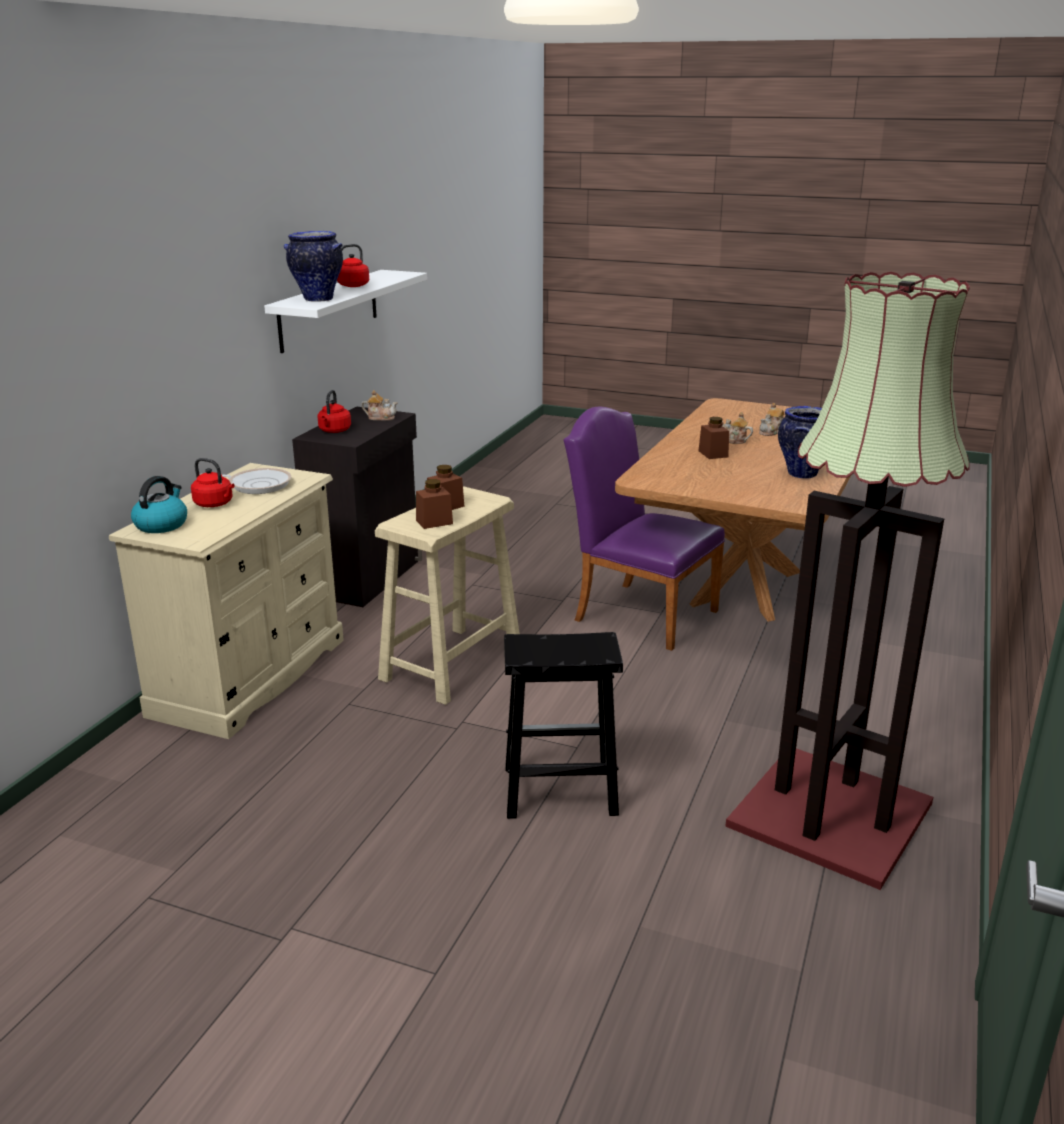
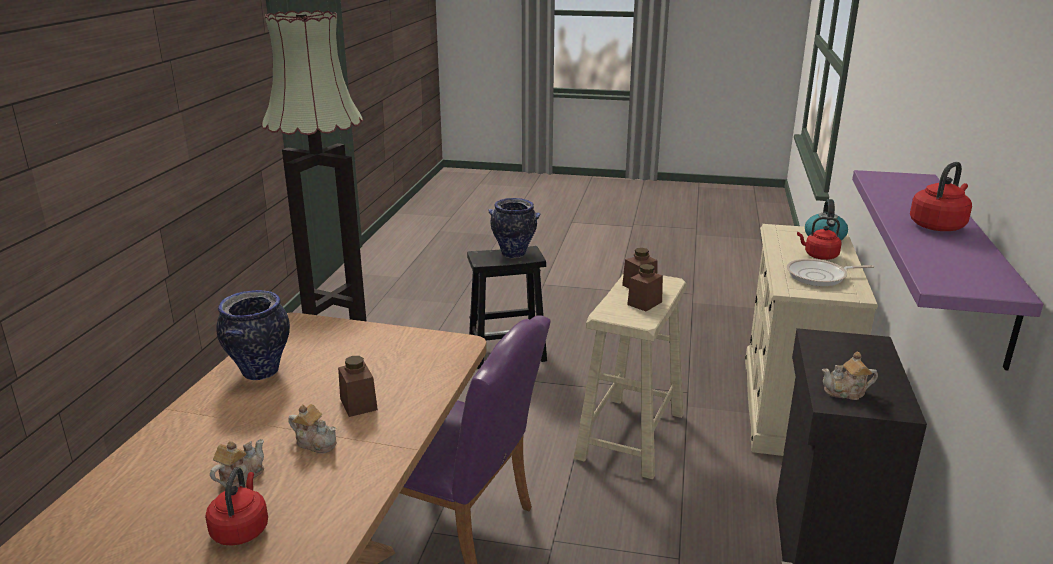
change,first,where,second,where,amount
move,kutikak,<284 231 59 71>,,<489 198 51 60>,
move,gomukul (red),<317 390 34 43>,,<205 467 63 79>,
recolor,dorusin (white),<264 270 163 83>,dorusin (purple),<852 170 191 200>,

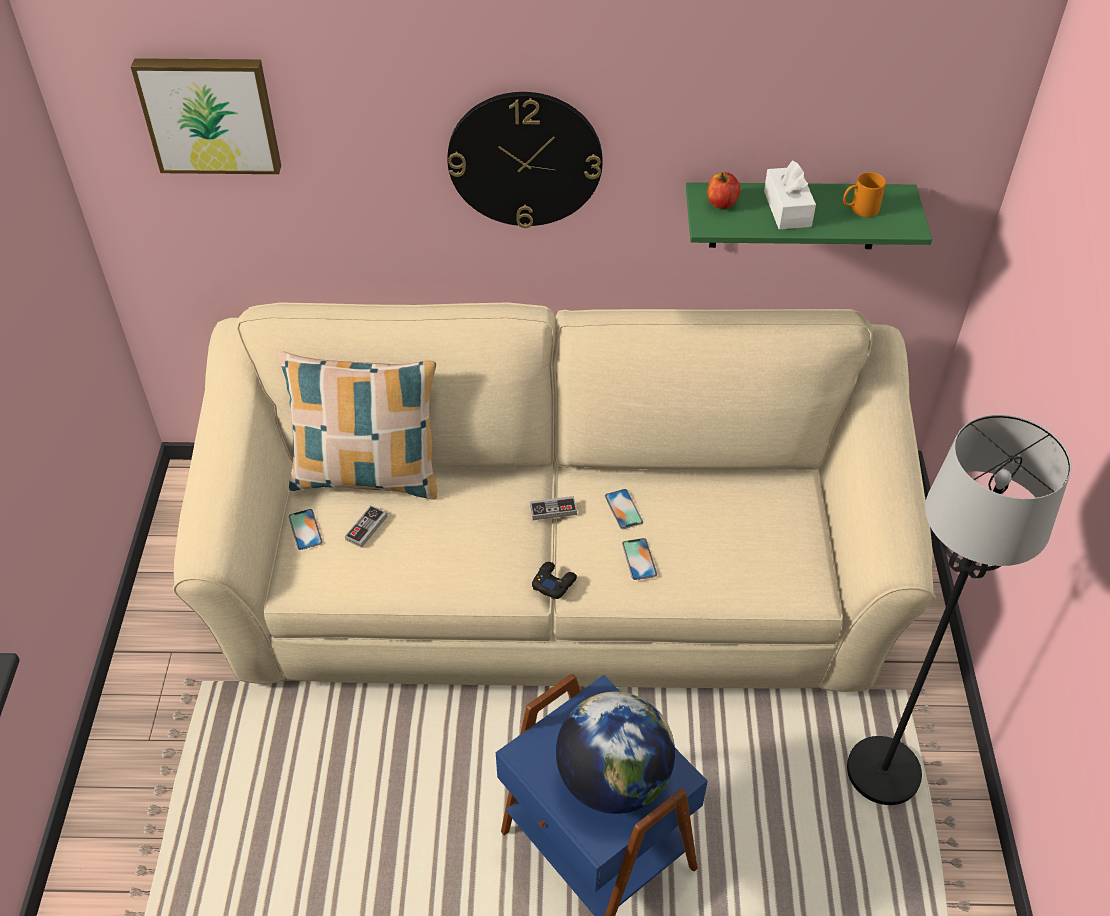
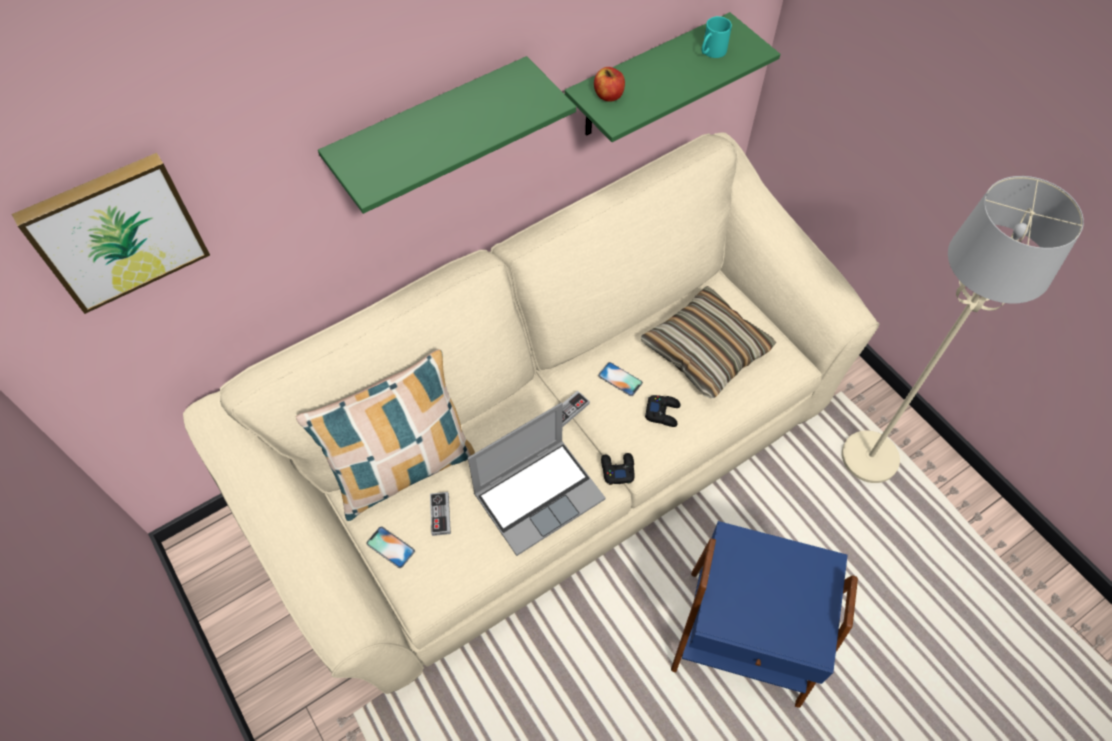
change,first,where,second,where,amount
delete,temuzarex,<556 692 119 122>,,,
delete,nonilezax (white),<764 160 52 69>,,,
insert,,,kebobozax,<468 403 138 153>,
insert,,,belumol,<641 286 135 112>,
replace,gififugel,<447 92 156 136>,dorusin (green),<318 56 258 158>,
replace,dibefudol,<622 538 35 42>,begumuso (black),<645 395 35 32>,
recolor,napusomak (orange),<843 172 43 45>,napusomak (turquoise),<702 16 30 42>,
recolor,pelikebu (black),<847 414 224 391>,pelikebu (beige),<842 176 242 307>,

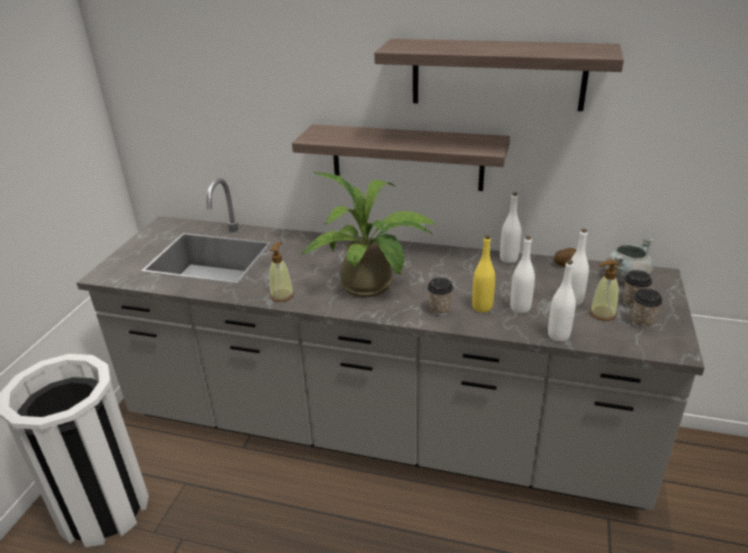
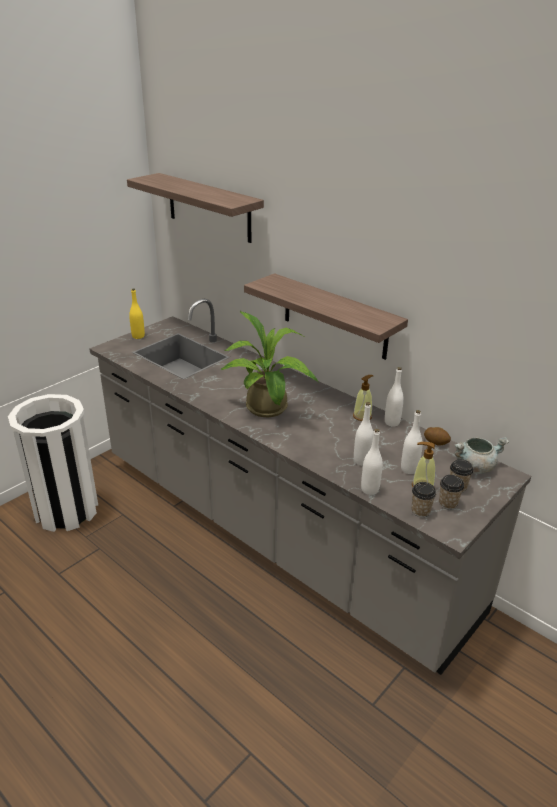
change,first,where,second,where,amount
move,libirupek,<269 242 25 60>,,<353 375 20 46>,
move,dorusin,<374 39 250 72>,,<127 173 137 70>,
move,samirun,<427 277 26 39>,,<412 482 24 35>,
move,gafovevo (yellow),<472 235 23 78>,,<129 288 16 51>,

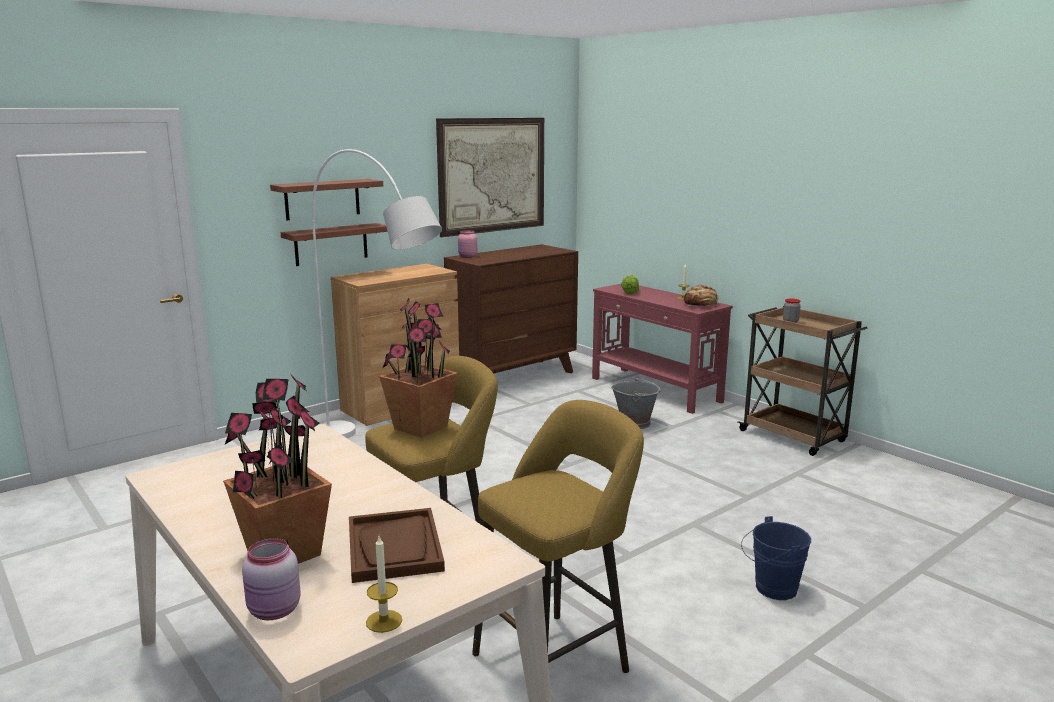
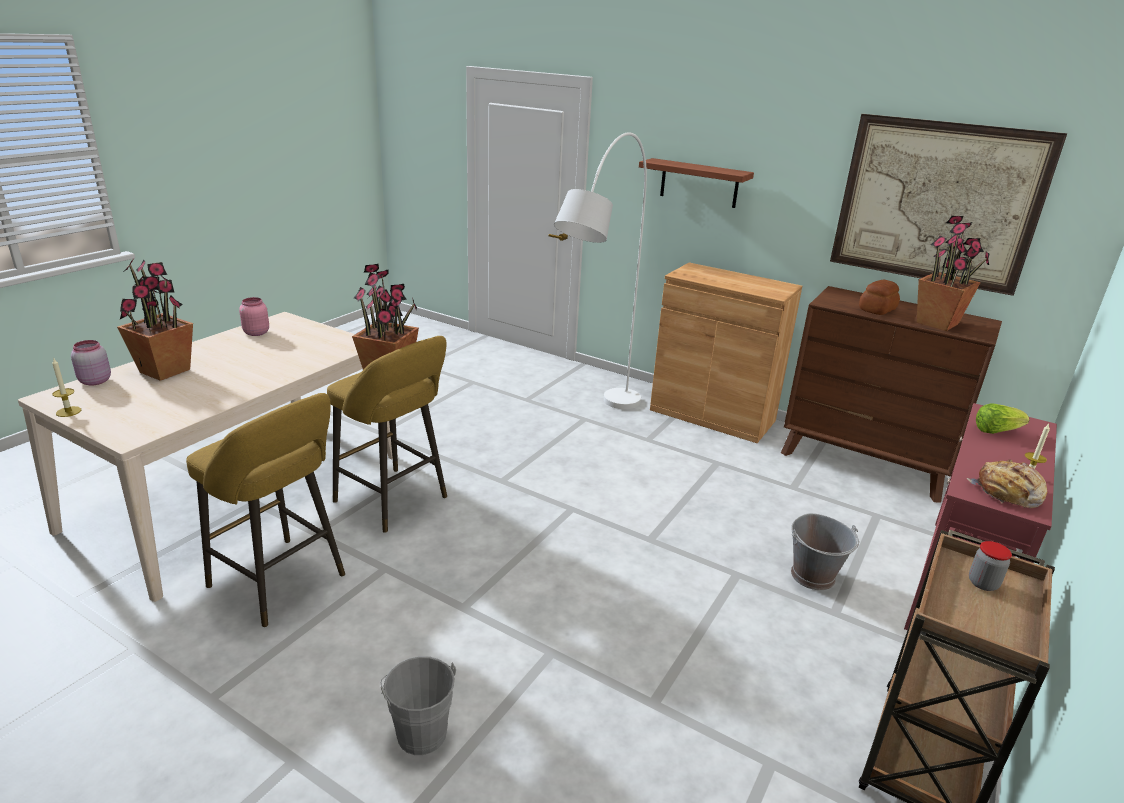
change,first,where,second,where,amount
delete,dorusin,<281 223 107 43>,,,
delete,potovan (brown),<349 508 96 75>,,,
insert,,,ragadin,<859 280 41 35>,
insert,,,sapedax,<917 216 72 115>,
move,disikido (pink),<458 230 19 28>,,<239 297 30 39>,
recolor,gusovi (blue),<741 516 70 84>,gusovi (grey),<381 656 75 99>,

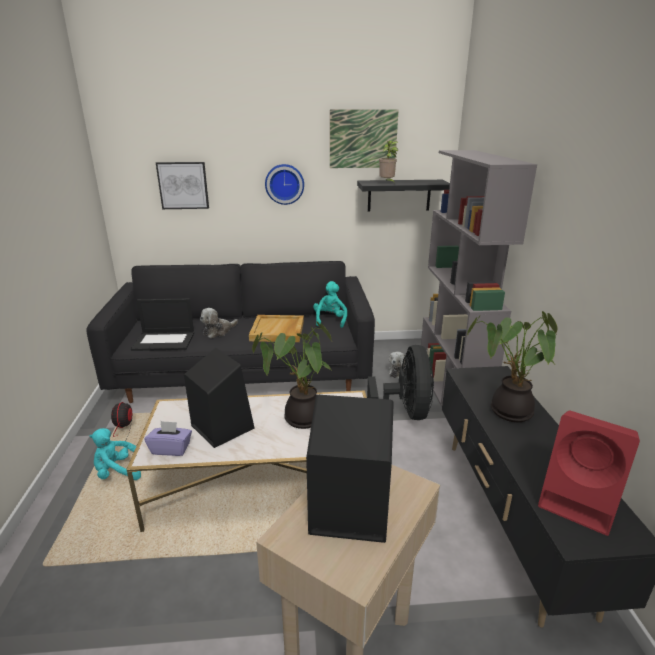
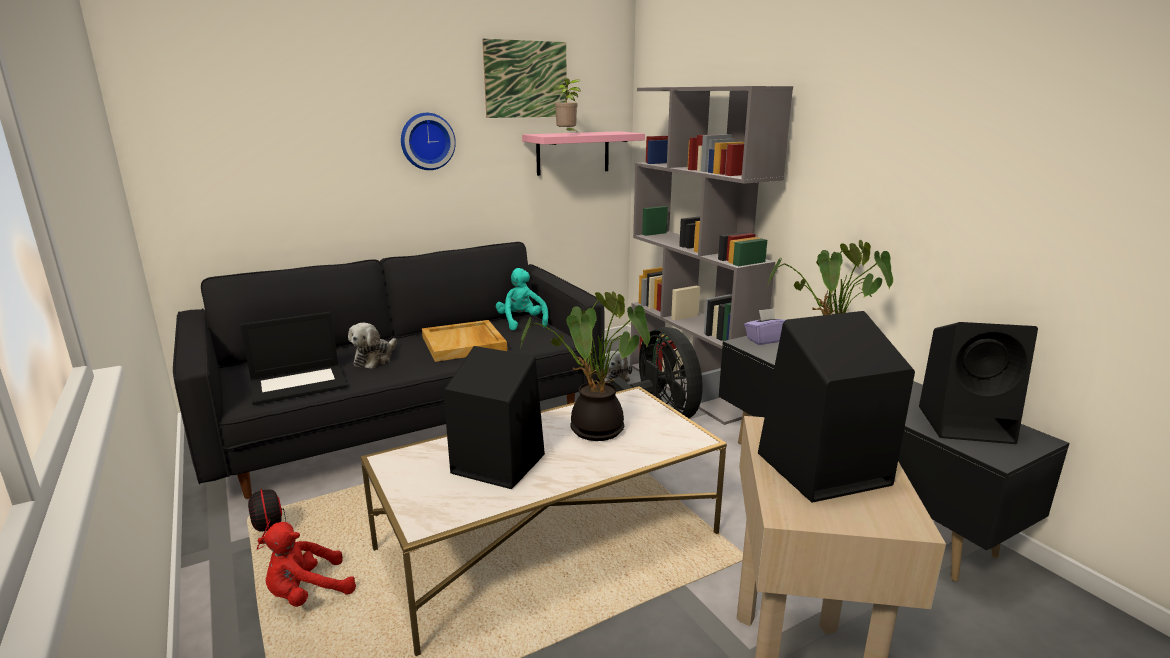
change,first,where,second,where,amount
delete,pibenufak,<156 162 53 47>,,,
move,nonilezax (purple),<144 421 48 35>,,<744 308 41 37>,
recolor,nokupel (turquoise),<90 428 51 52>,nokupel (red),<258 522 98 85>,
recolor,dorusin (black),<357 180 93 32>,dorusin (pink),<522 131 123 45>,
recolor,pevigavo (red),<538 410 102 126>,pevigavo (black),<919 322 119 122>,

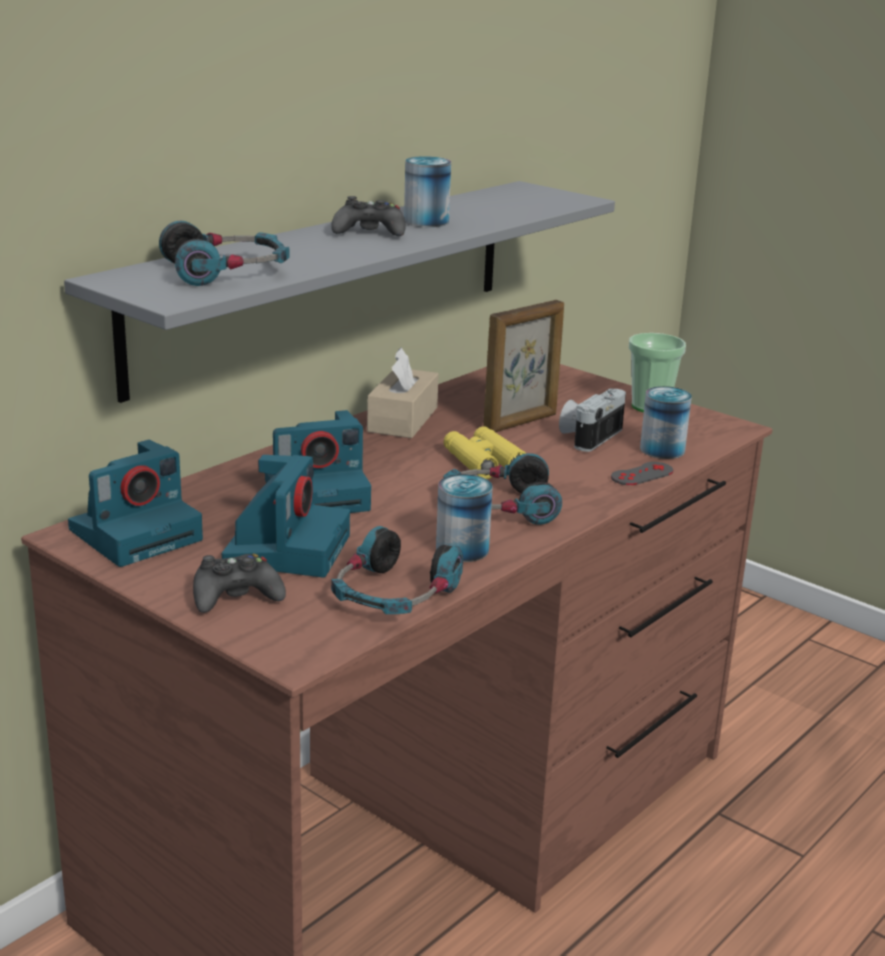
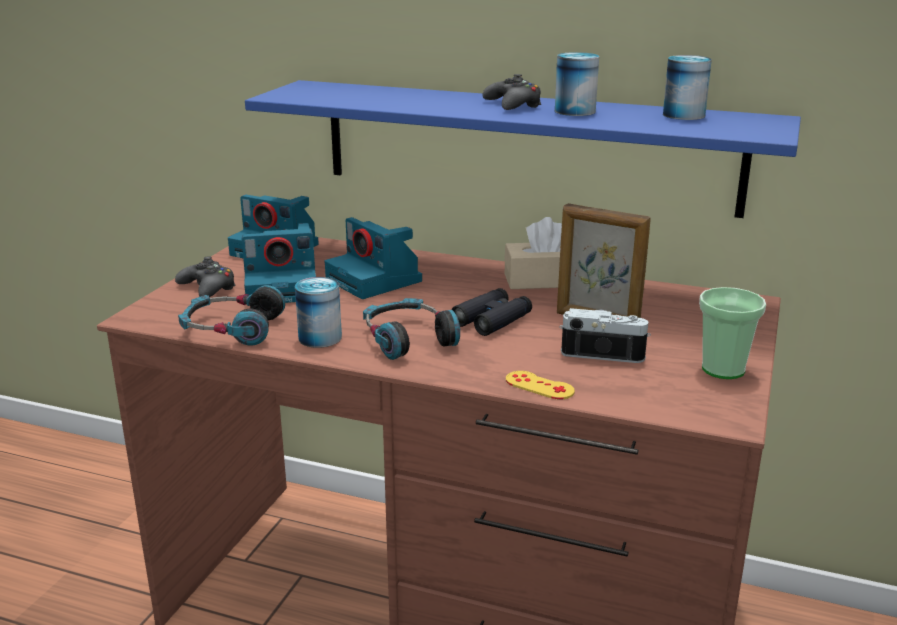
change,first,where,second,where,amount
delete,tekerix,<159 221 130 65>,,,
move,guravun,<640 386 52 73>,,<663 55 49 65>,
recolor,dorusin (grey),<64 181 551 222>,dorusin (blue),<245 80 556 138>,
recolor,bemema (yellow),<444 426 82 53>,bemema (black),<451 288 81 48>,
recolor,begumuso (grey),<611 462 62 23>,begumuso (yellow),<506 371 69 29>,

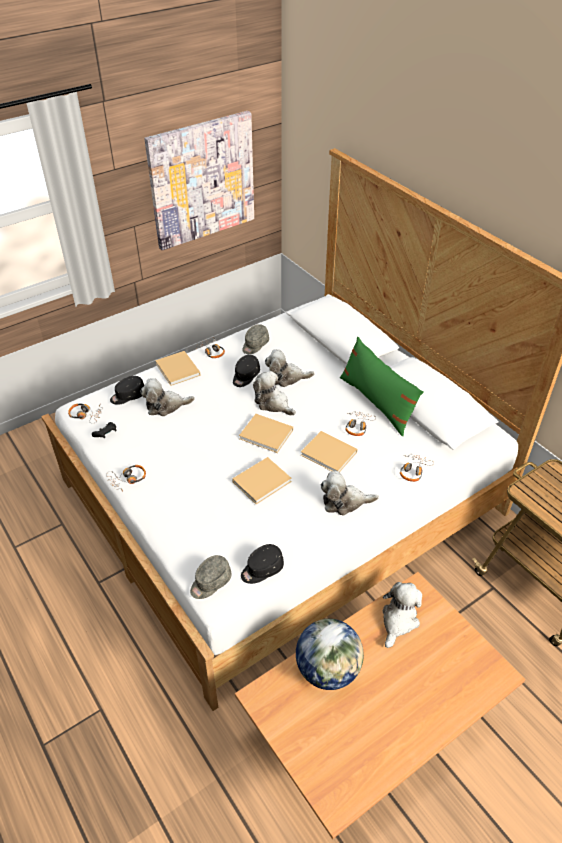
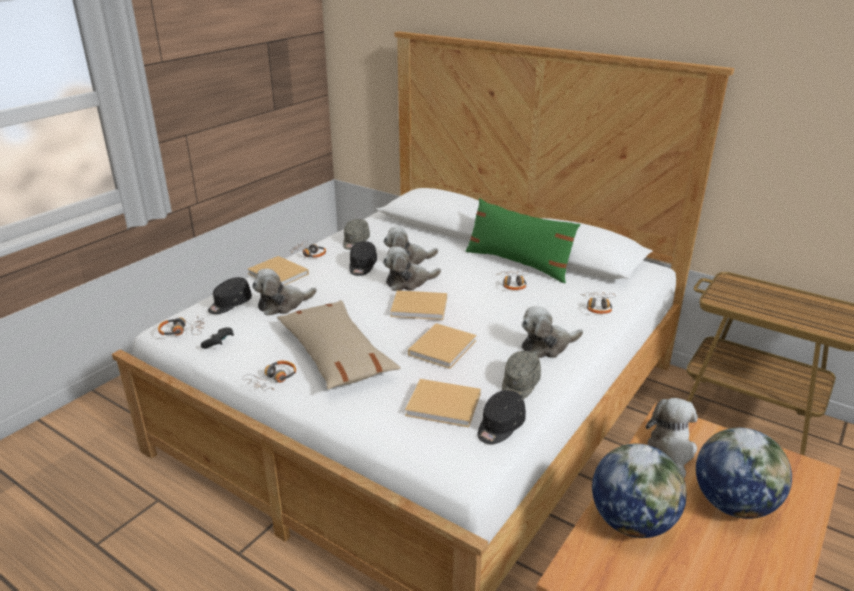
change,first,where,second,where,amount
delete,pibenufak,<144 111 110 139>,,,
insert,,,belumol (beige),<277 300 124 89>,
insert,,,temuzarex,<696 428 96 91>,
move,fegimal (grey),<190 555 42 44>,,<502 351 39 48>,
move,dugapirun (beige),<301 431 56 41>,,<405 379 76 48>,
rotate,nokupel,<253 371 43 44>,,<383 246 58 45>,45 degrees counterclockwise

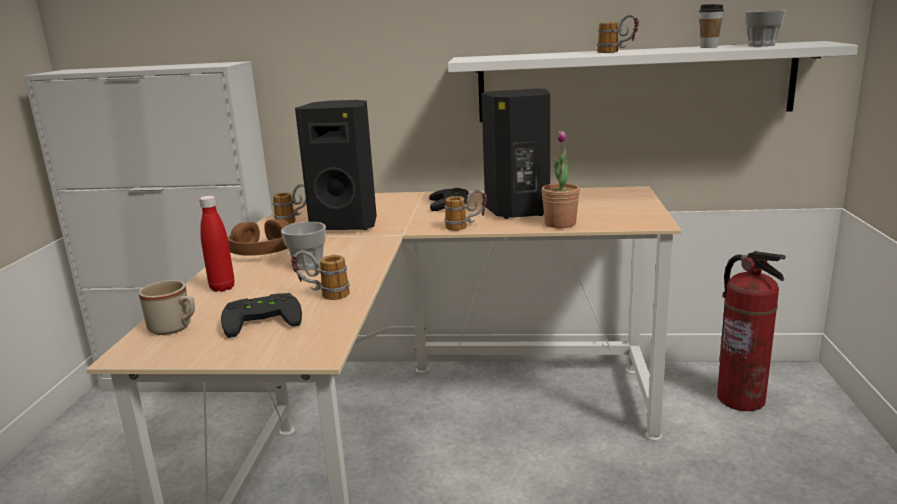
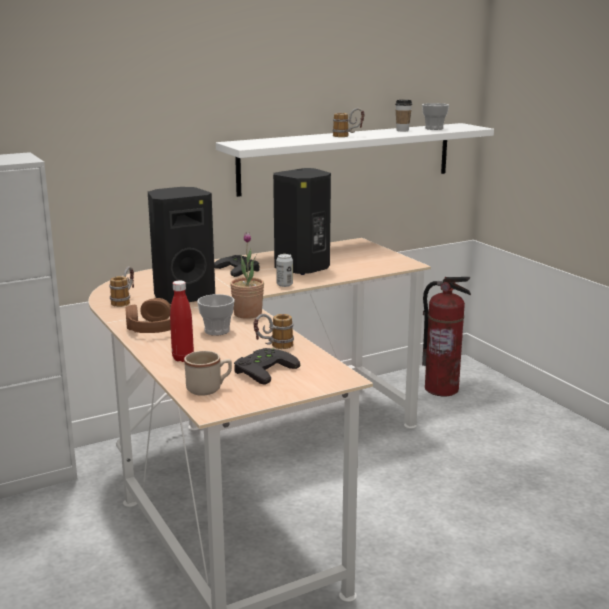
change,first,where,second,where,amount
move,sapedax,<542 130 38 98>,,<230 232 34 87>,
replace,napusomak,<444 189 43 42>,guravun,<276 254 17 33>,

